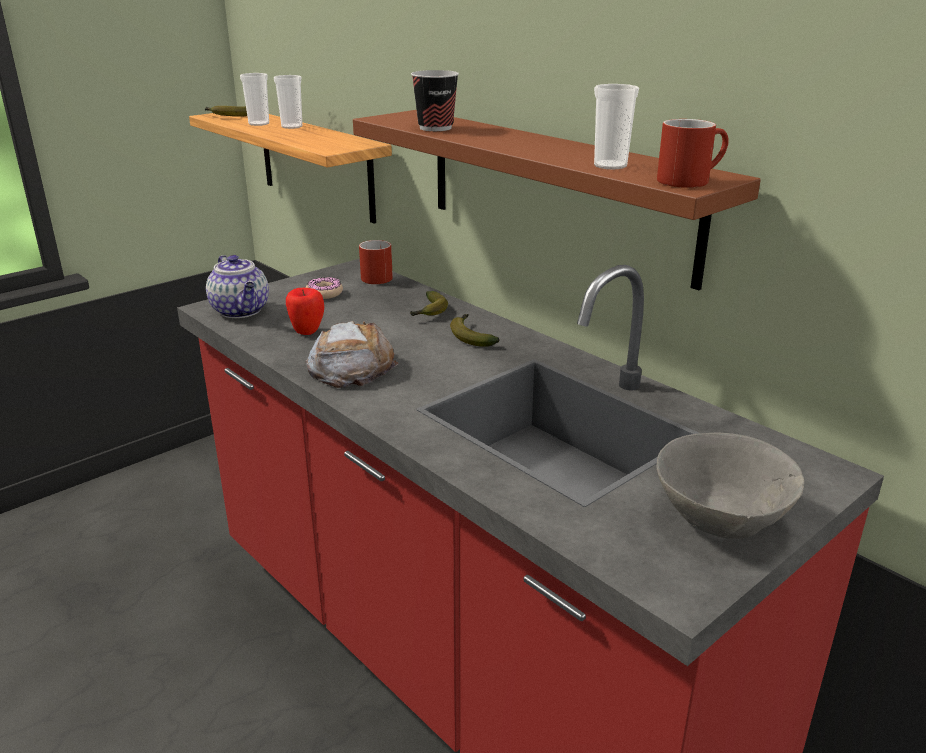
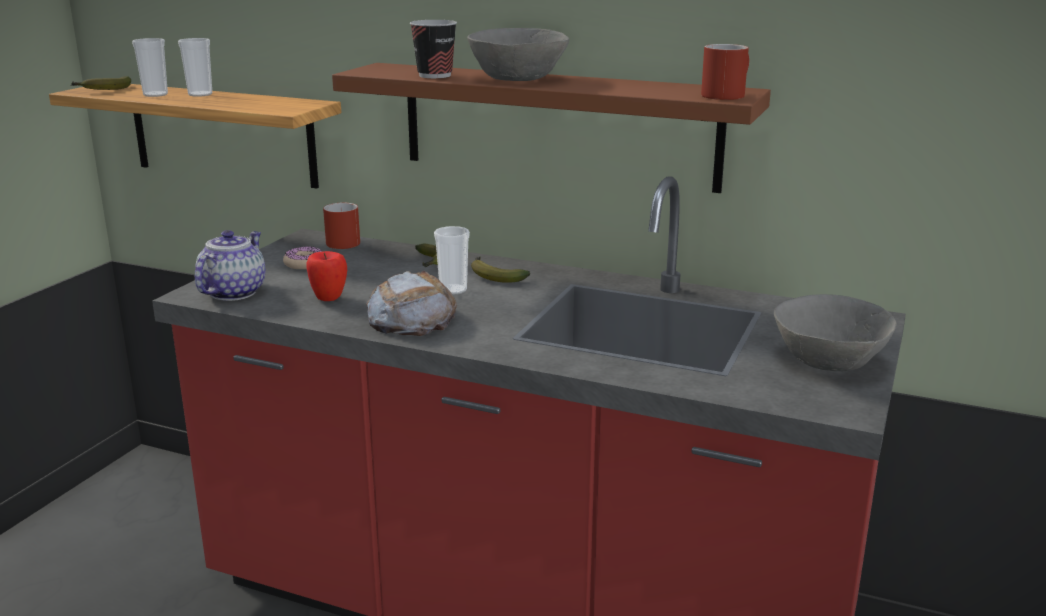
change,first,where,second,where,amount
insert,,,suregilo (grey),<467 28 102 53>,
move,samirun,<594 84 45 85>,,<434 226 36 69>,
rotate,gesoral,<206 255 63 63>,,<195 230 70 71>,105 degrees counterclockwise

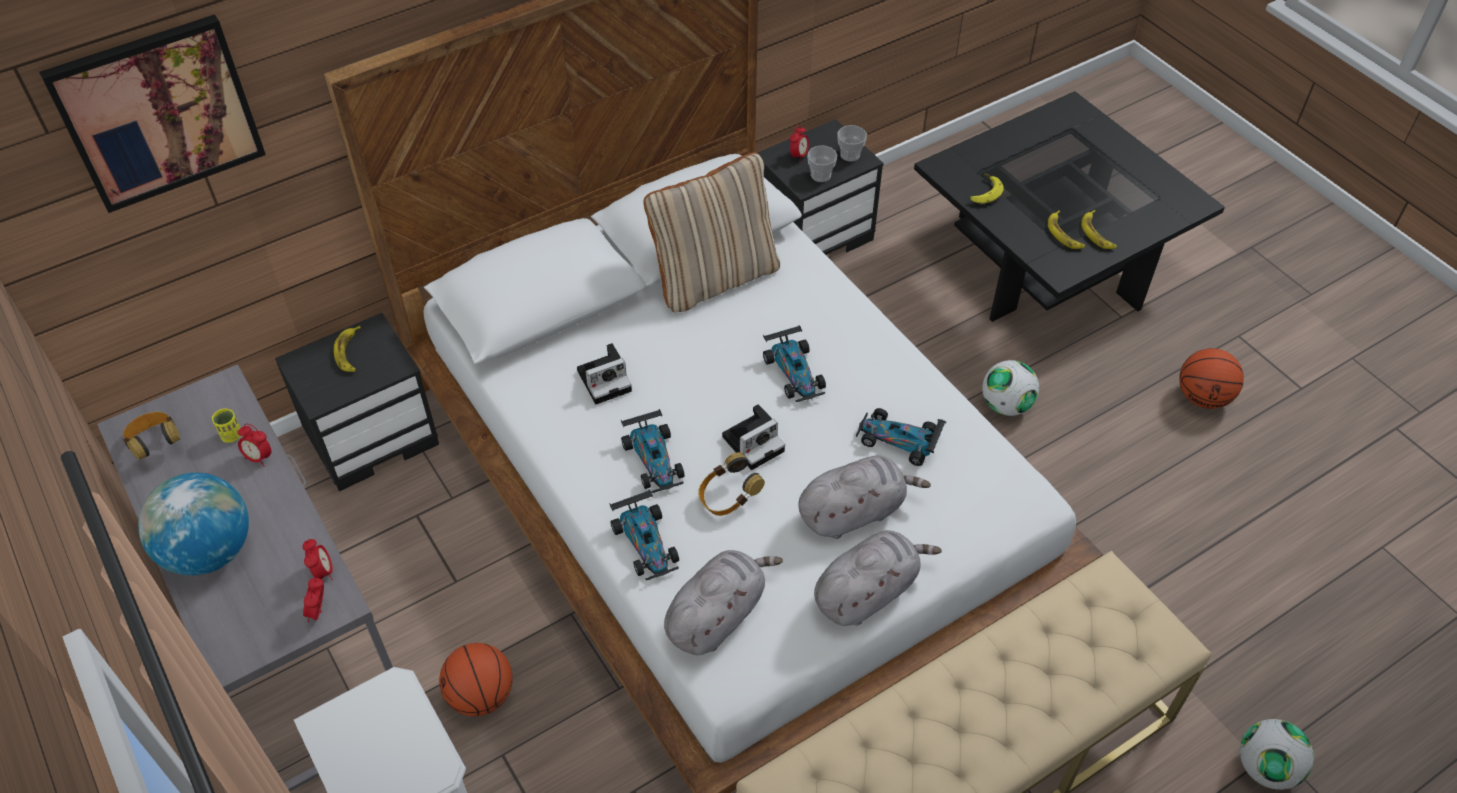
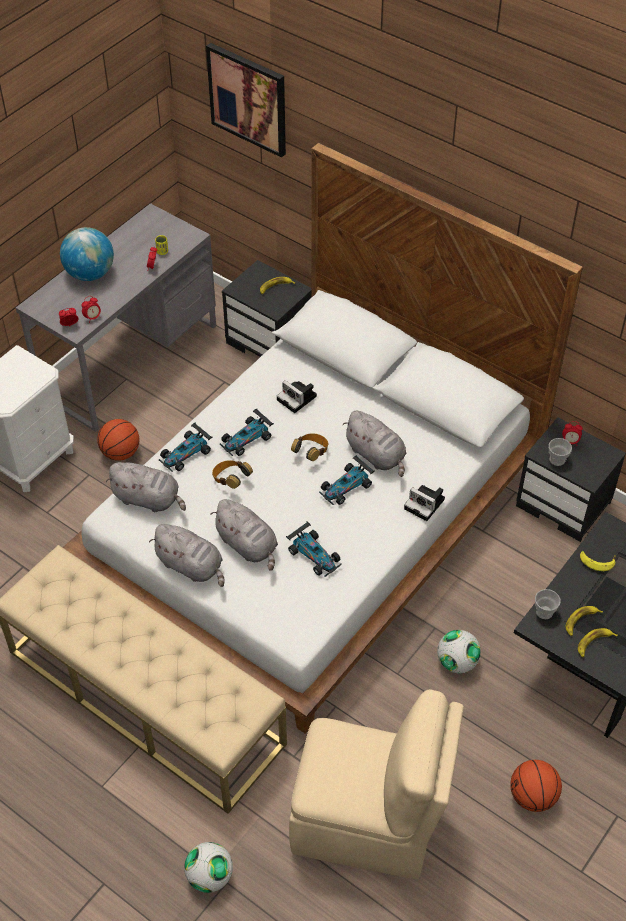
change,first,where,second,where,amount
delete,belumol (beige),<644 152 136 160>,,,
insert,,,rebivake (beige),<289 689 175 190>,
insert,,,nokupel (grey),<343 411 64 66>,
move,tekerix,<123 412 57 48>,,<291 433 37 28>,
move,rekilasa,<722 404 63 66>,,<404 485 41 36>,
move,samirun,<837 125 30 36>,,<535 589 26 30>,
rotate,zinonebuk,<856 408 90 58>,,<286 522 56 55>,135 degrees clockwise

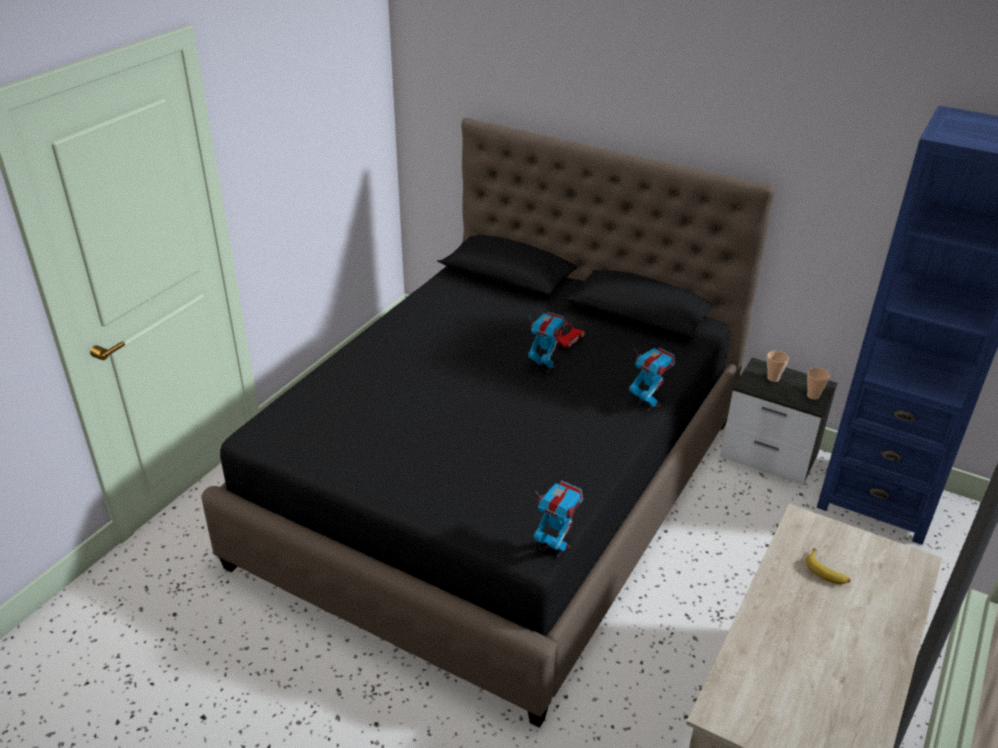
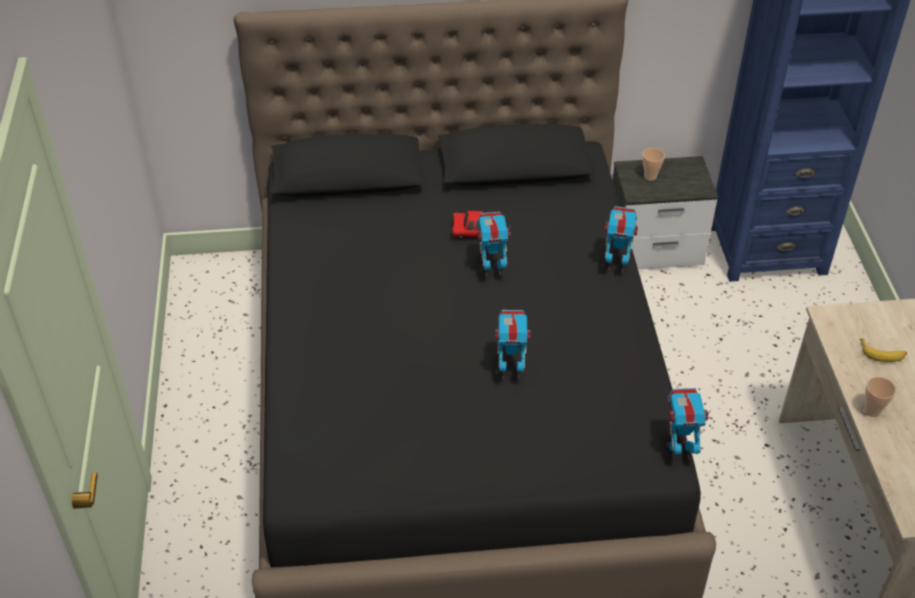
change,first,where,second,where,amount
insert,,,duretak,<495 310 36 68>,
move,samirun,<807 368 23 32>,,<864 377 32 40>,

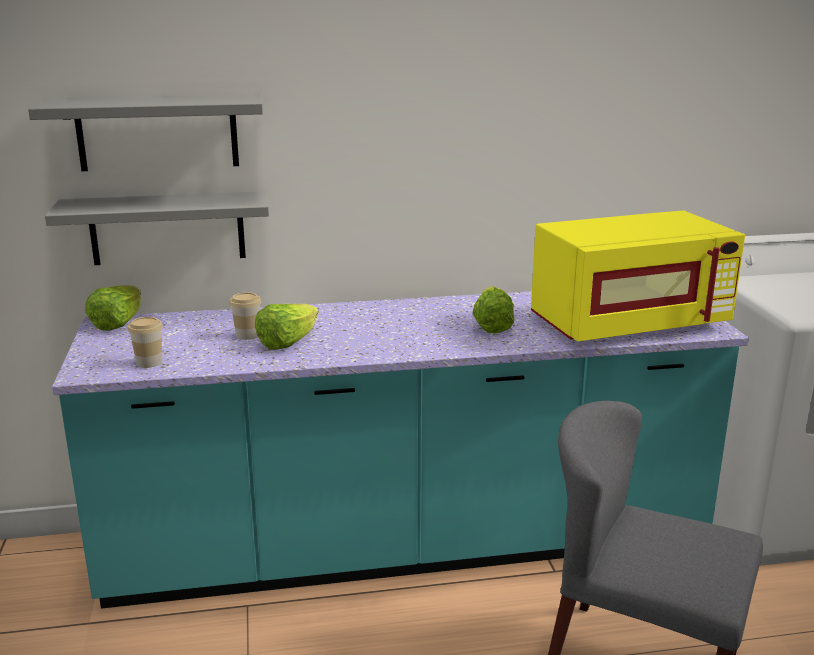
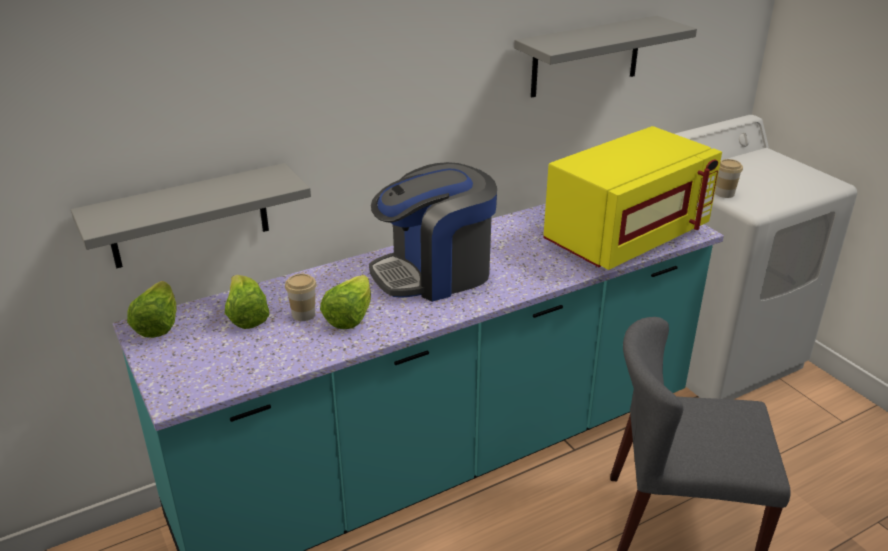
change,first,where,second,where,amount
insert,,,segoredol,<369 162 128 140>,
move,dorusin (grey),<28 95 235 76>,,<514 16 183 81>,
move,samirun,<128 317 35 51>,,<715 159 28 39>,
move,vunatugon,<472 286 42 47>,,<225 275 44 54>,

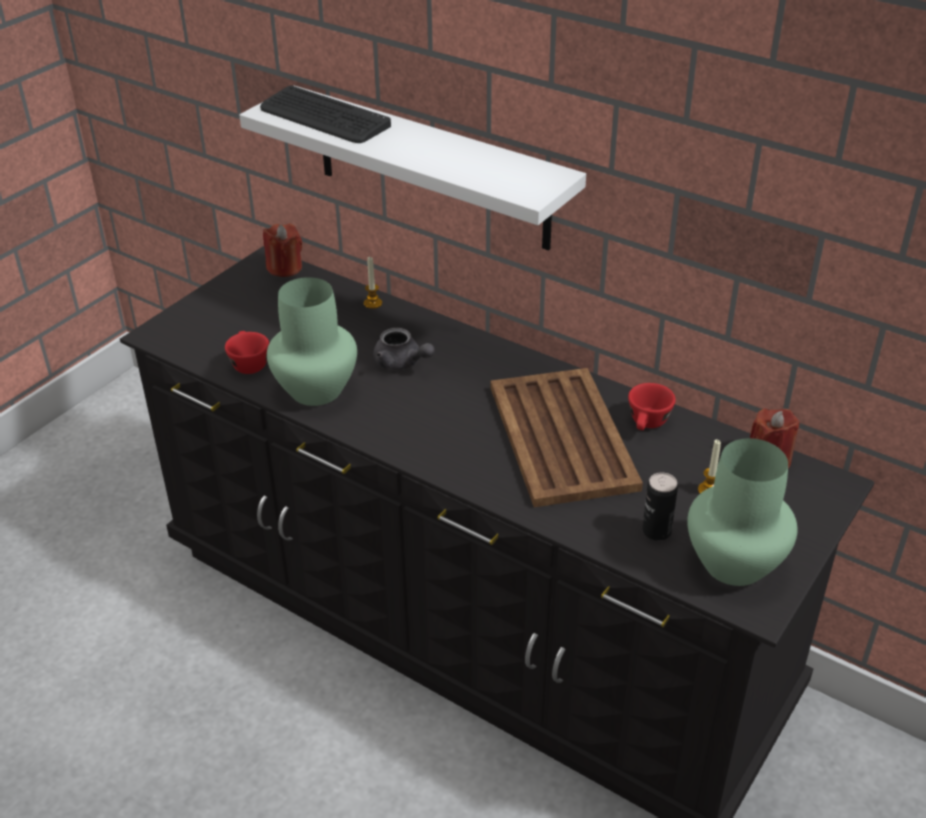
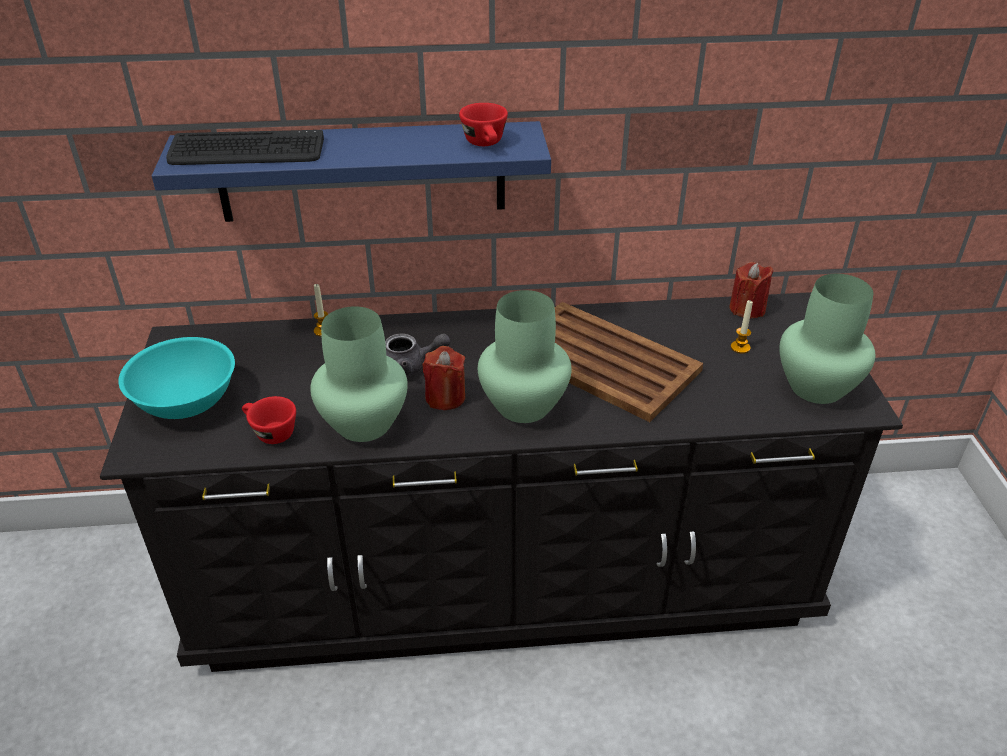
change,first,where,second,where,amount
delete,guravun,<642 473 36 68>,,,
insert,,,suregilo (turquoise),<118 337 117 82>,
insert,,,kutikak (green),<478 290 94 133>,
move,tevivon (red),<263 223 39 54>,,<423 346 42 64>,
move,samirun (red),<628 383 48 47>,,<459 103 49 43>,
recolor,dorusin (white),<239 86 347 165>,dorusin (blue),<152 121 399 101>,

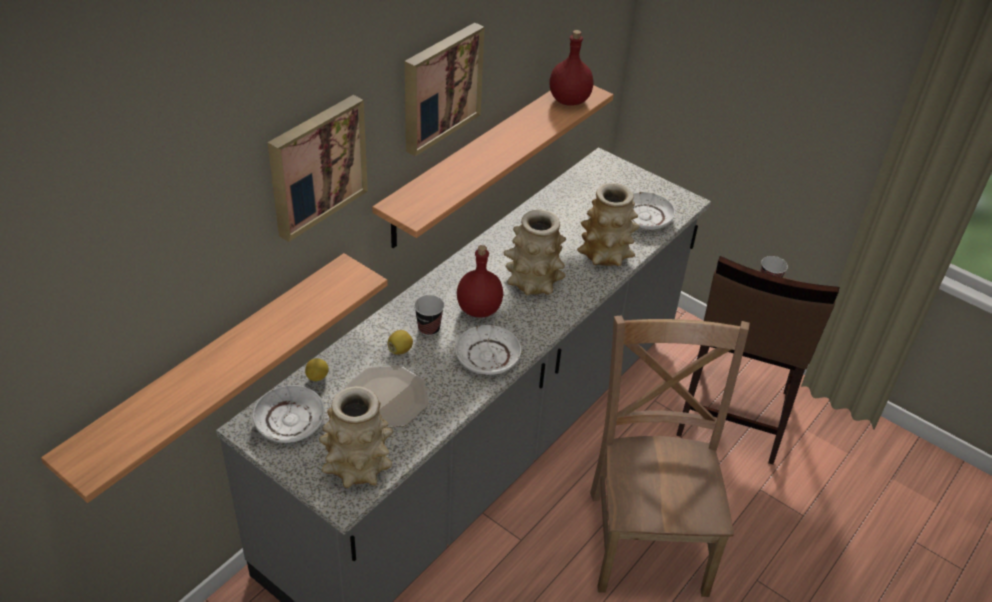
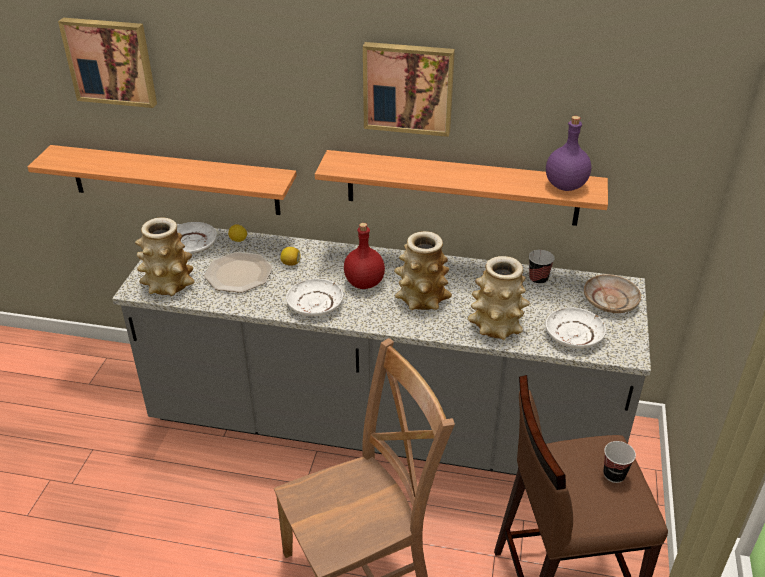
change,first,where,second,where,amount
insert,,,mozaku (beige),<584 274 57 39>,
move,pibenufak,<267 95 101 147>,,<58 18 99 90>,
move,samirun,<414 295 30 41>,,<529 250 26 35>,
recolor,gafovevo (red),<549 30 44 76>,gafovevo (purple),<546 116 45 75>,

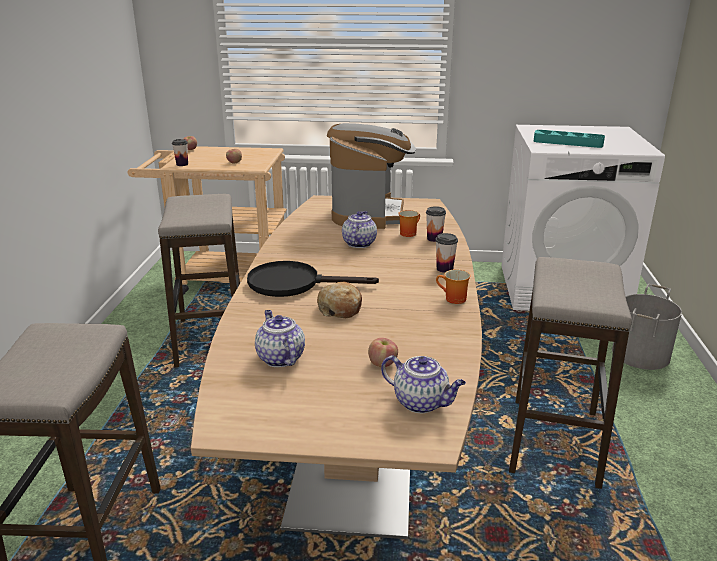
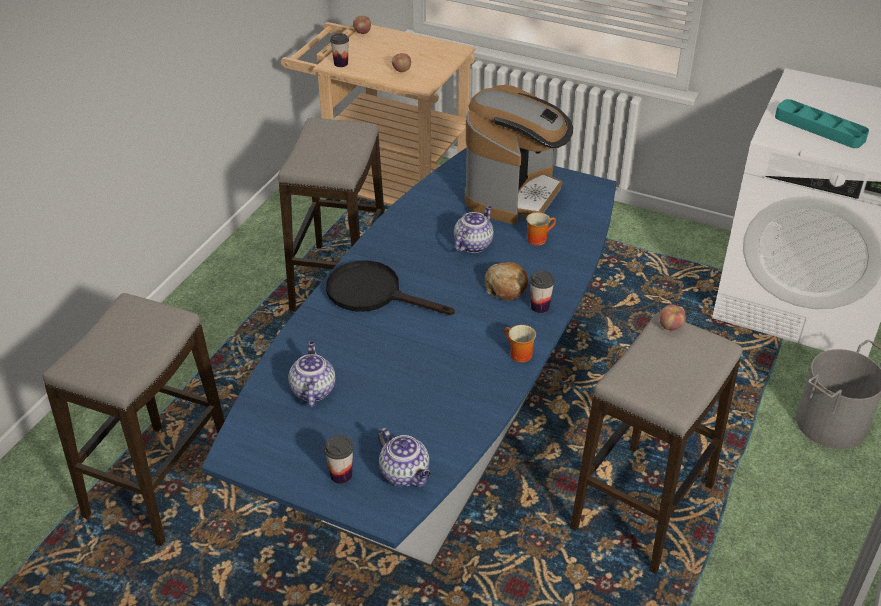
change,first,where,second,where,amount
move,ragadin,<317 282 45 36>,,<485 262 43 38>,
move,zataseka,<368 338 30 29>,,<659 304 27 26>,
move,samirun,<426 206 20 36>,,<324 435 30 49>,
recolor,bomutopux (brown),<191 195 291 344>,bomutopux (blue),<202 147 414 420>,

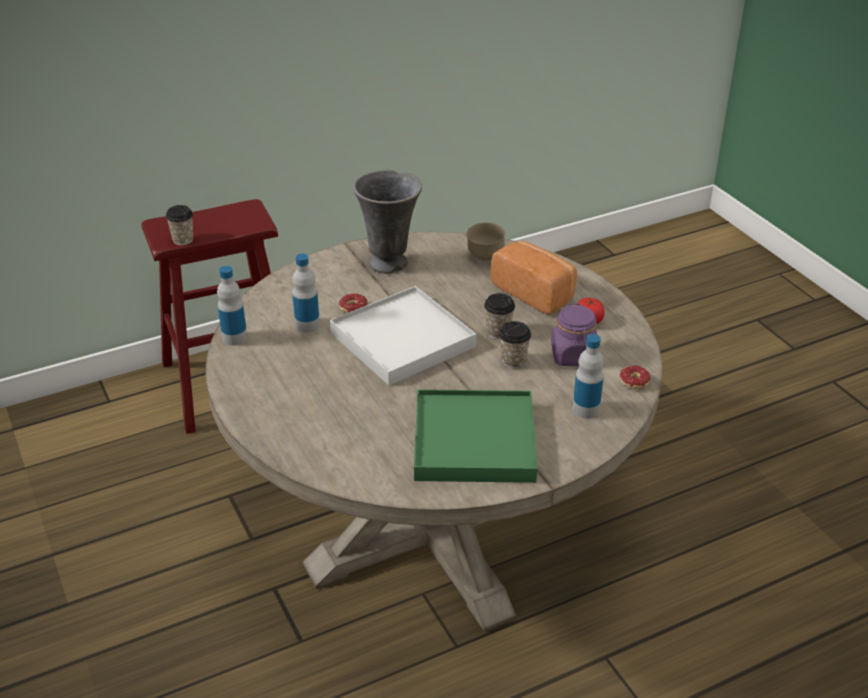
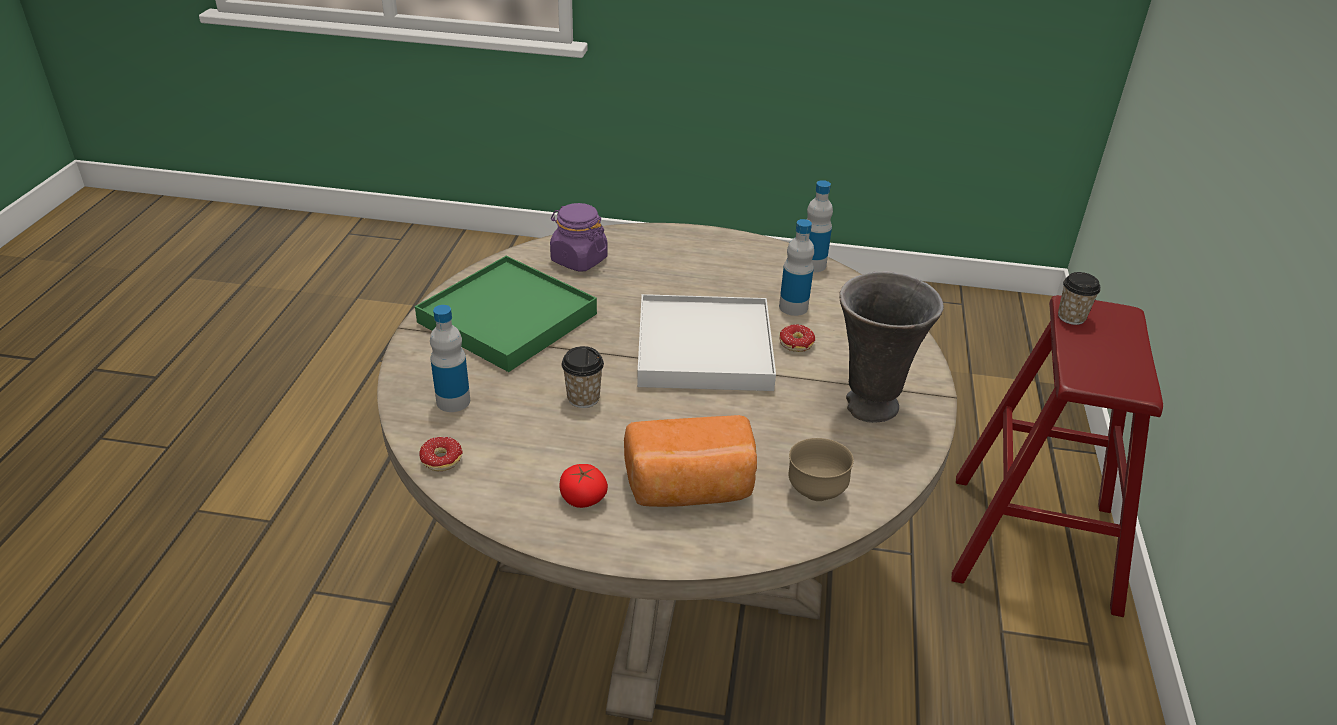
change,first,where,second,where,amount
delete,samirun,<484 293 31 46>,,,
move,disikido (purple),<551 304 46 62>,,<550 203 58 69>,

